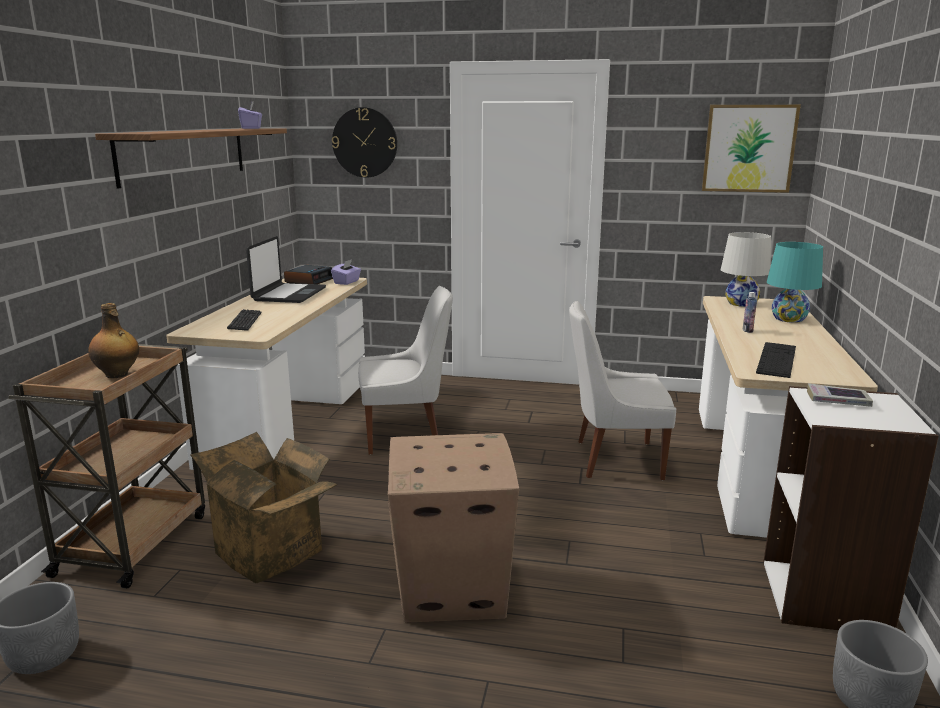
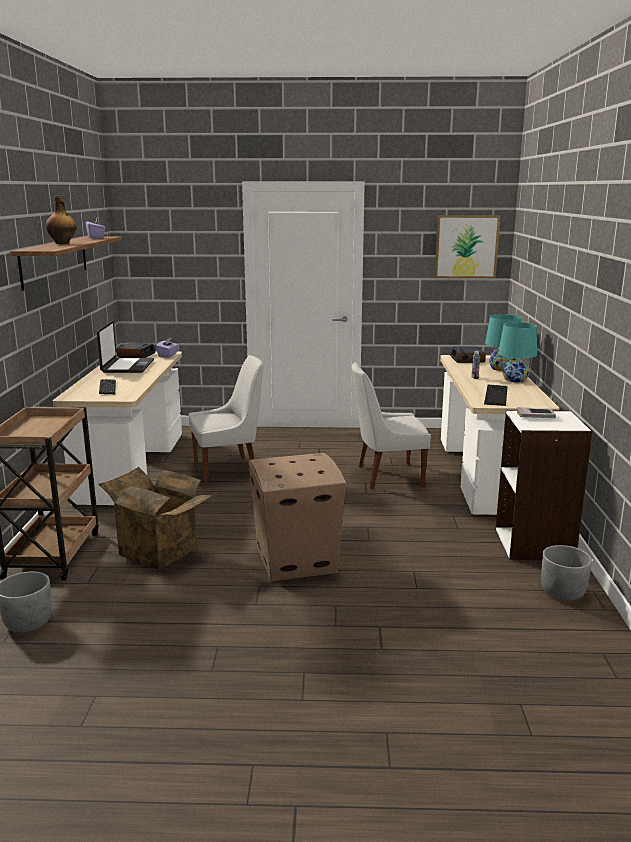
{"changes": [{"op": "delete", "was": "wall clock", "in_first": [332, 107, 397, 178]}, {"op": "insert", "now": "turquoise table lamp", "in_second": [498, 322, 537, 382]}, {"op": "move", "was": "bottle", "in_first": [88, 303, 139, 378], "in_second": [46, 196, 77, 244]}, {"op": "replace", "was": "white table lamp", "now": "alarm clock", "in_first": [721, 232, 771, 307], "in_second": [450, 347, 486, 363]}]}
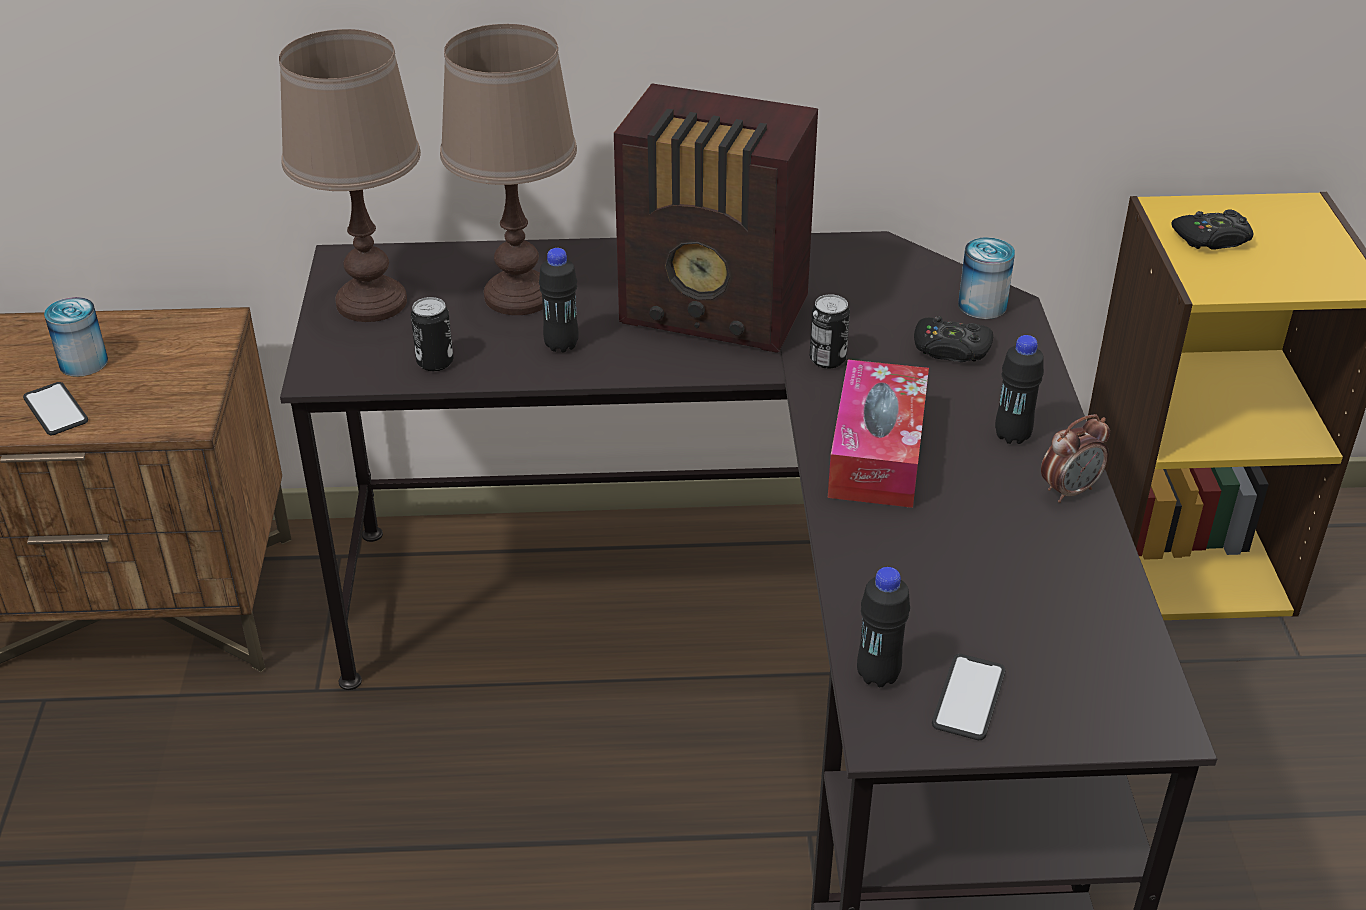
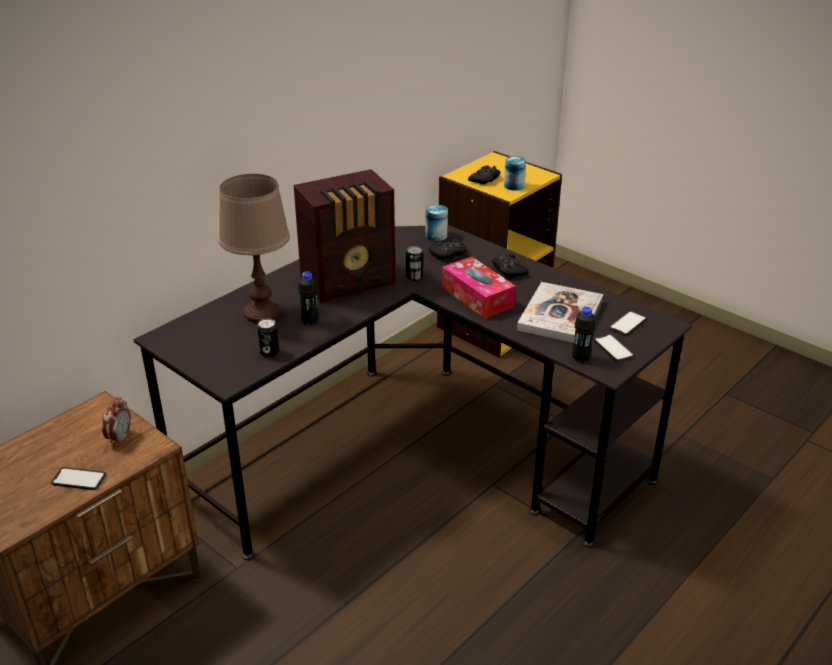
{"changes": [{"op": "delete", "was": "brown table lamp", "in_first": [279, 29, 421, 322]}, {"op": "insert", "now": "book", "in_second": [517, 282, 603, 343]}, {"op": "insert", "now": "phone", "in_second": [609, 311, 647, 336]}, {"op": "move", "was": "can", "in_first": [44, 297, 108, 377], "in_second": [504, 156, 526, 191]}, {"op": "move", "was": "alarm clock", "in_first": [1041, 414, 1110, 503], "in_second": [102, 397, 131, 446]}, {"op": "replace", "was": "black bottle", "now": "black game controller", "in_first": [995, 335, 1044, 444], "in_second": [492, 253, 529, 278]}]}
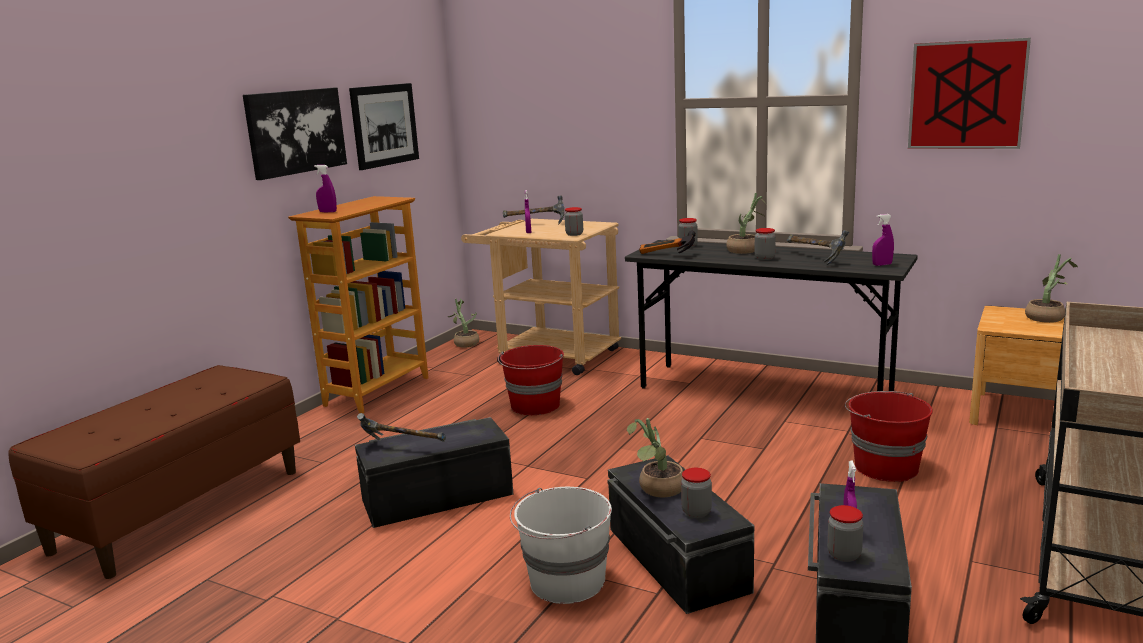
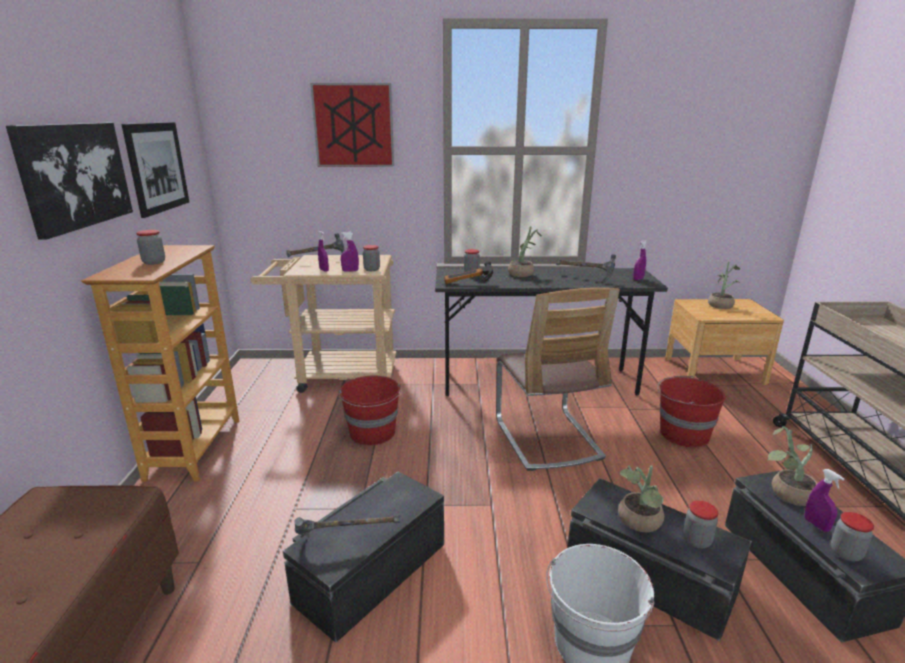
{"changes": [{"op": "insert", "now": "chair", "in_second": [496, 288, 620, 471]}, {"op": "move", "was": "purple spray bottle", "in_first": [314, 165, 337, 212], "in_second": [341, 232, 359, 272]}, {"op": "move", "was": "potted plant", "in_first": [448, 299, 479, 348], "in_second": [767, 426, 818, 506]}, {"op": "move", "was": "jar", "in_first": [755, 228, 776, 260], "in_second": [136, 230, 165, 265]}, {"op": "move", "was": "picture", "in_first": [908, 38, 1031, 149], "in_second": [310, 83, 394, 167]}]}
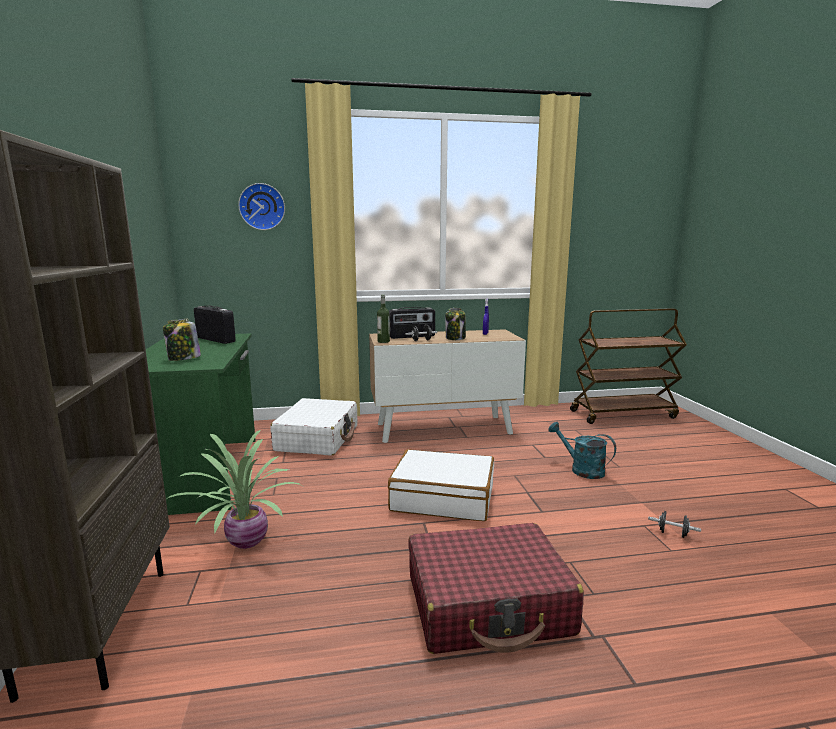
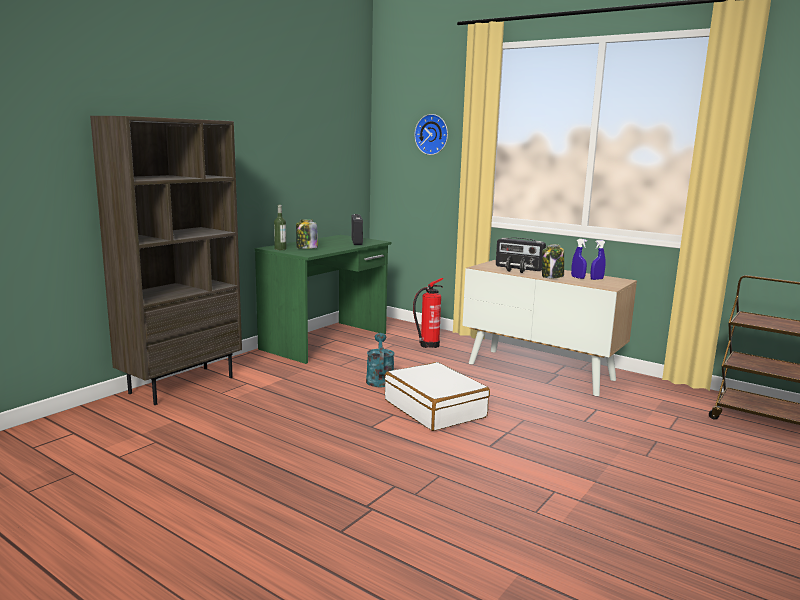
{"changes": [{"op": "delete", "was": "potted plant", "in_first": [166, 430, 303, 549]}, {"op": "delete", "was": "red suitcase", "in_first": [408, 523, 584, 654]}, {"op": "delete", "was": "black dumbbell", "in_first": [648, 511, 701, 538]}, {"op": "insert", "now": "blue spray bottle", "in_second": [571, 239, 587, 279]}, {"op": "move", "was": "bottle", "in_first": [377, 295, 390, 343], "in_second": [274, 205, 286, 250]}, {"op": "move", "was": "turquoise watering can", "in_first": [548, 422, 616, 479], "in_second": [366, 333, 395, 387]}, {"op": "replace", "was": "white suitcase", "now": "fire extinguisher", "in_first": [271, 398, 357, 456], "in_second": [413, 278, 443, 348]}]}
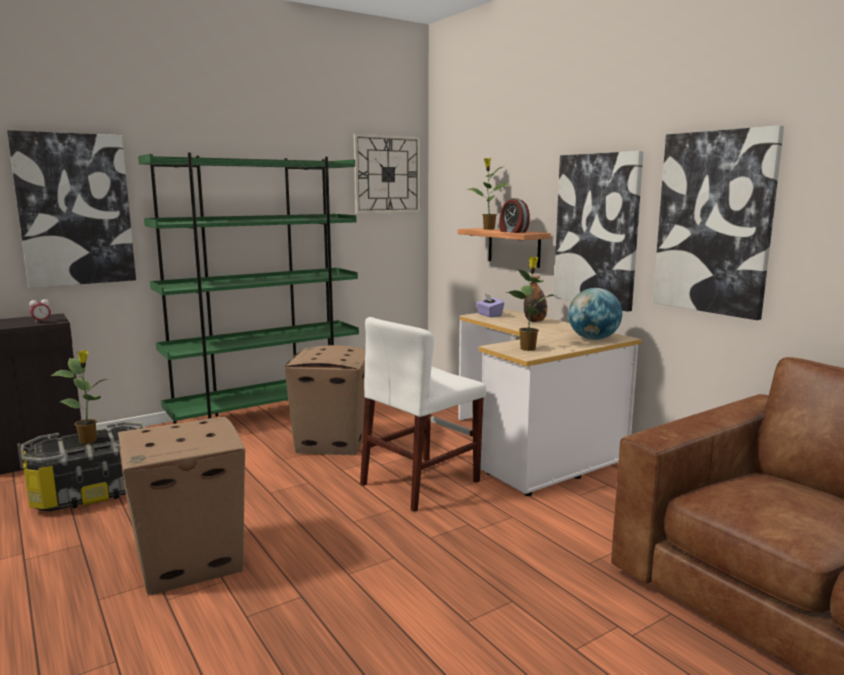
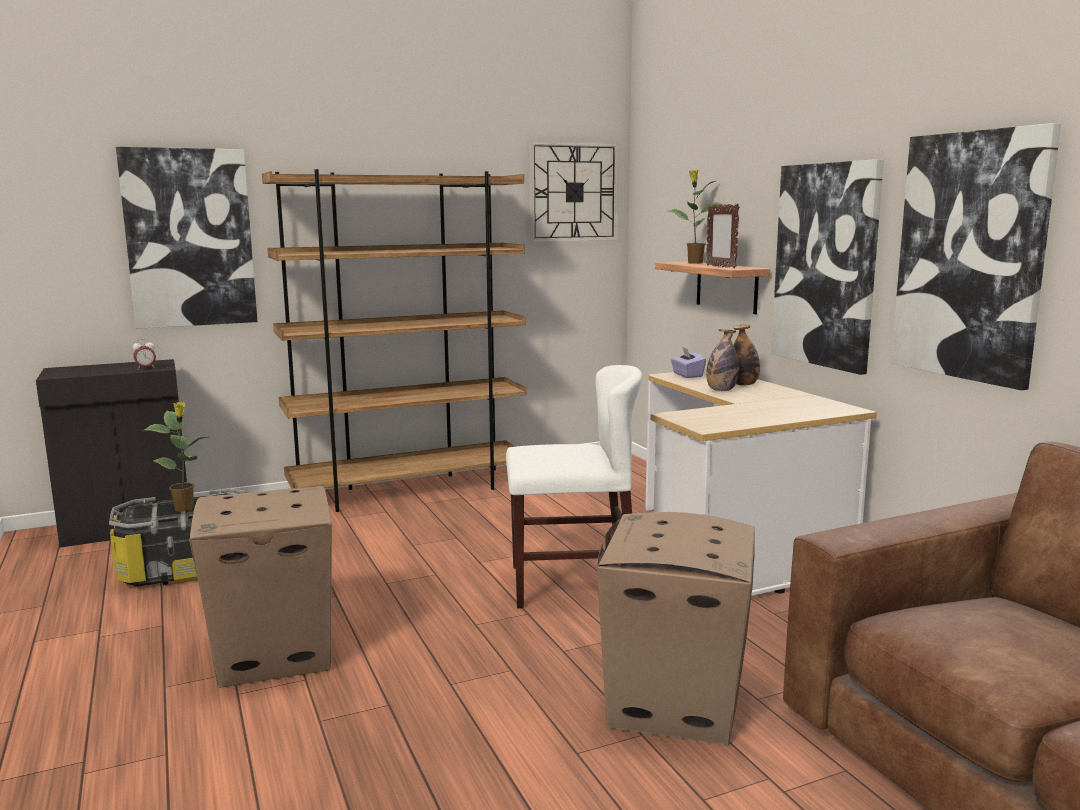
{"changes": [{"op": "delete", "was": "potted plant", "in_first": [506, 257, 556, 351]}, {"op": "delete", "was": "globe", "in_first": [568, 288, 622, 340]}, {"op": "insert", "now": "bottle", "in_second": [706, 329, 739, 391]}, {"op": "move", "was": "cardboard box", "in_first": [285, 345, 366, 455], "in_second": [597, 512, 755, 746]}, {"op": "replace", "was": "alarm clock", "now": "picture frame", "in_first": [499, 198, 530, 233], "in_second": [706, 204, 740, 268]}, {"op": "recolor", "was": "green bookcase", "now": "brown bookcase", "in_first": [138, 153, 359, 424], "in_second": [262, 169, 526, 512]}, {"op": "rotate", "was": "white chair", "in_first": [360, 317, 486, 512], "in_second": [506, 365, 642, 608], "clockwise": -150}]}
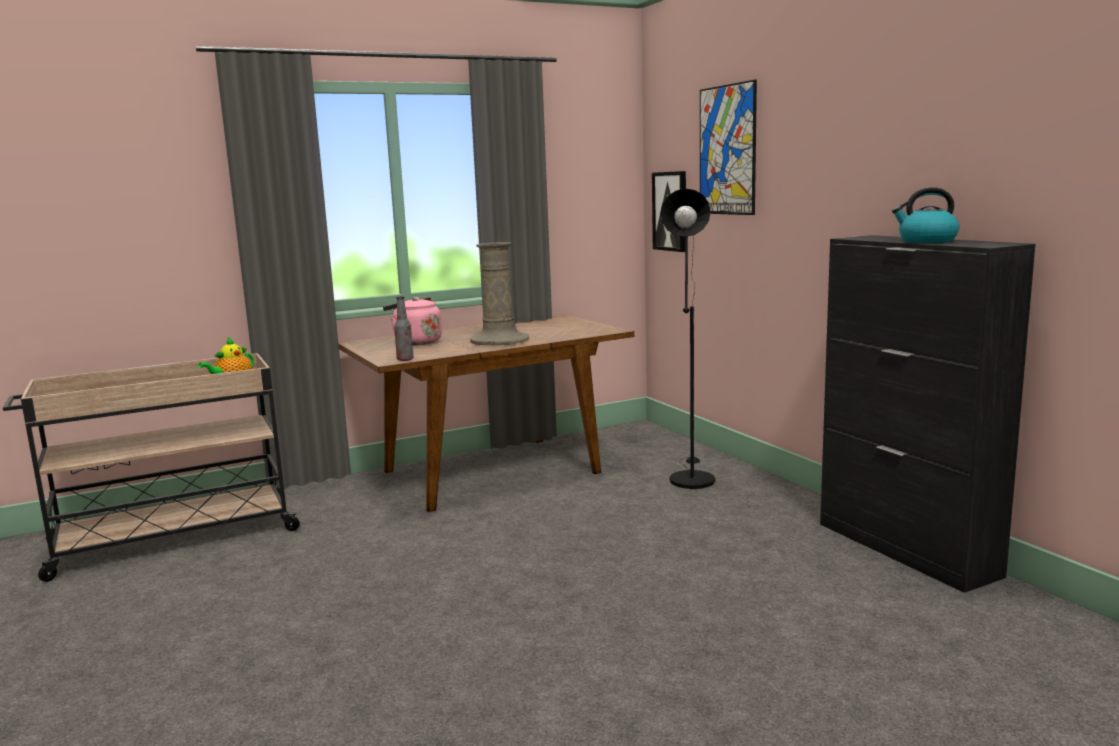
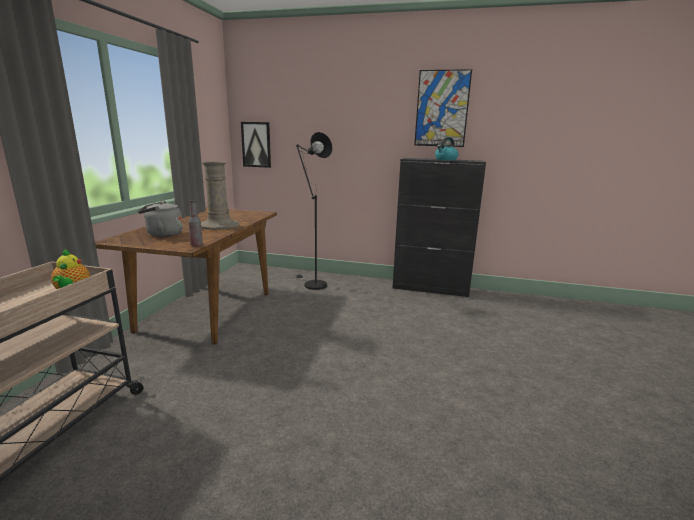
{"changes": [{"op": "move", "was": "picture", "in_first": [700, 80, 757, 215], "in_second": [414, 69, 472, 147]}, {"op": "recolor", "was": "pink kettle", "now": "grey kettle", "in_first": [383, 297, 442, 345], "in_second": [138, 201, 183, 237]}]}
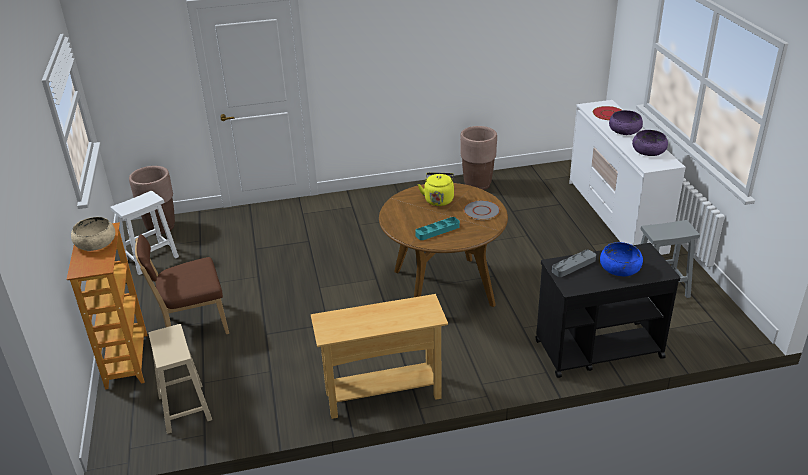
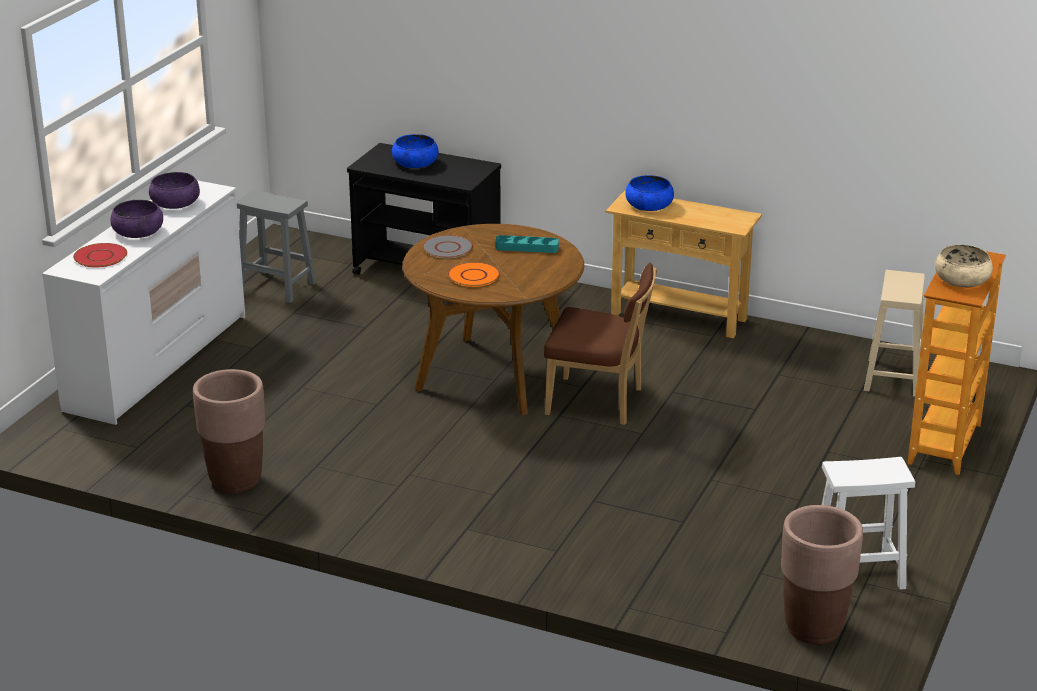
{"changes": [{"op": "delete", "was": "grey tray", "in_first": [552, 250, 596, 277]}, {"op": "insert", "now": "blue bowl", "in_second": [625, 175, 674, 211]}, {"op": "move", "was": "brown chair", "in_first": [135, 234, 229, 334], "in_second": [544, 263, 657, 425]}, {"op": "replace", "was": "yellow kettle", "now": "orange plate", "in_first": [418, 172, 454, 206], "in_second": [448, 262, 500, 287]}]}
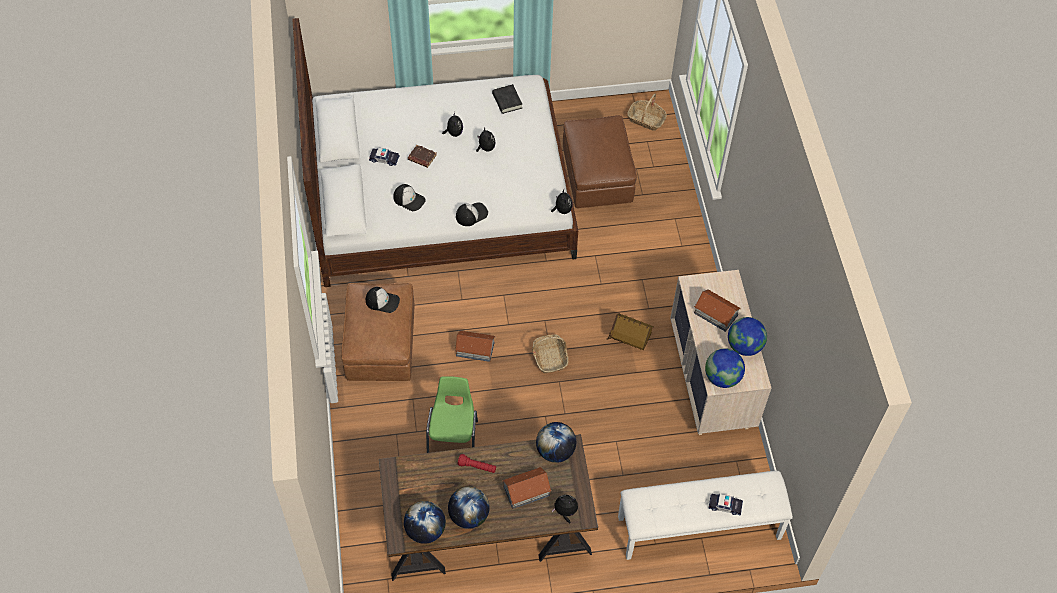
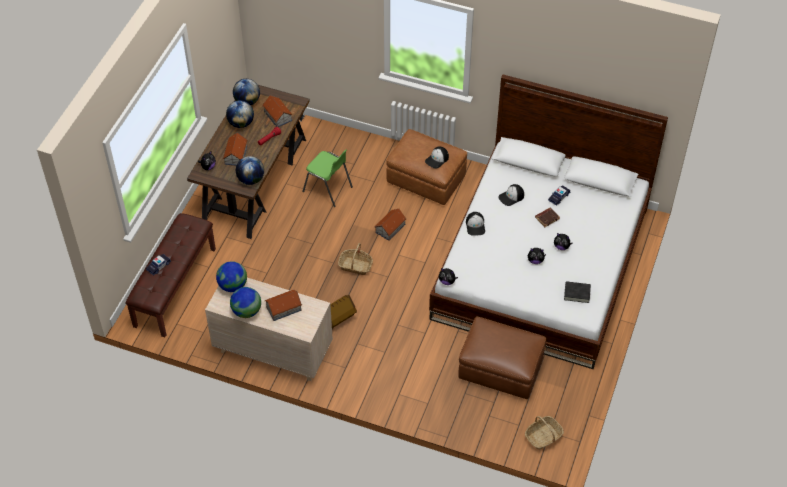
{"changes": [{"op": "insert", "now": "toy house", "in_second": [263, 95, 293, 127]}, {"op": "recolor", "was": "white bench", "now": "brown bench", "in_first": [618, 471, 793, 560], "in_second": [126, 213, 216, 337]}]}
